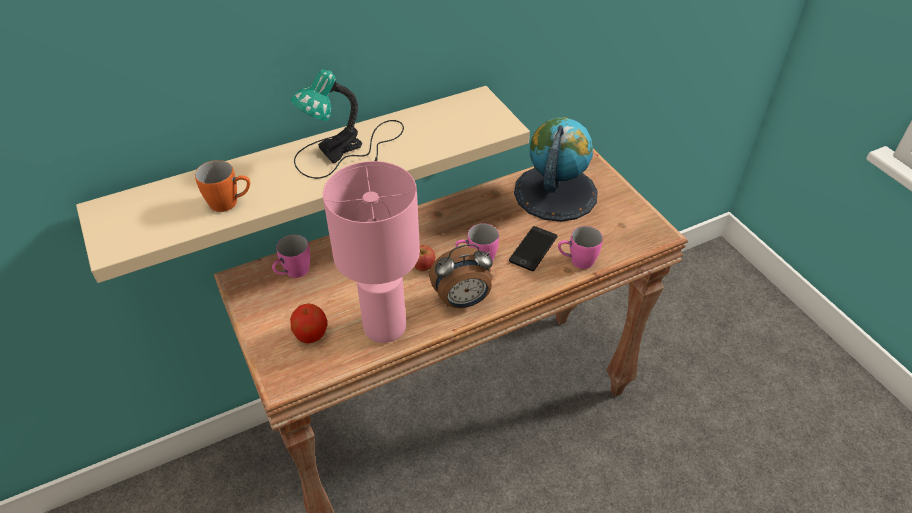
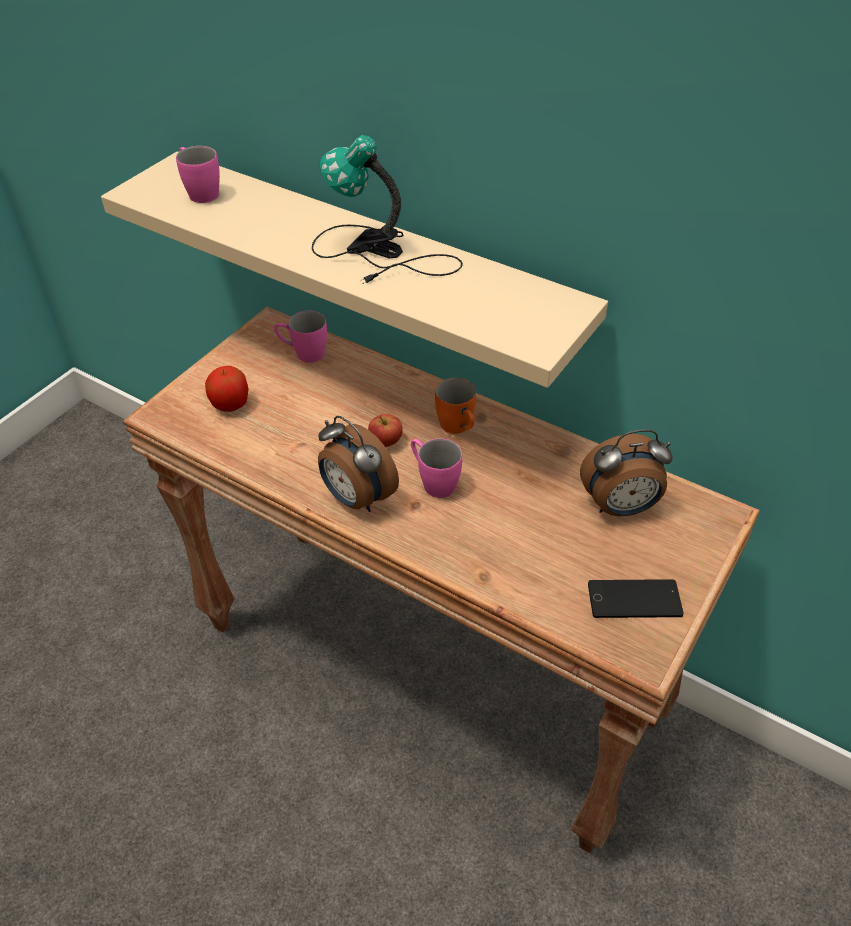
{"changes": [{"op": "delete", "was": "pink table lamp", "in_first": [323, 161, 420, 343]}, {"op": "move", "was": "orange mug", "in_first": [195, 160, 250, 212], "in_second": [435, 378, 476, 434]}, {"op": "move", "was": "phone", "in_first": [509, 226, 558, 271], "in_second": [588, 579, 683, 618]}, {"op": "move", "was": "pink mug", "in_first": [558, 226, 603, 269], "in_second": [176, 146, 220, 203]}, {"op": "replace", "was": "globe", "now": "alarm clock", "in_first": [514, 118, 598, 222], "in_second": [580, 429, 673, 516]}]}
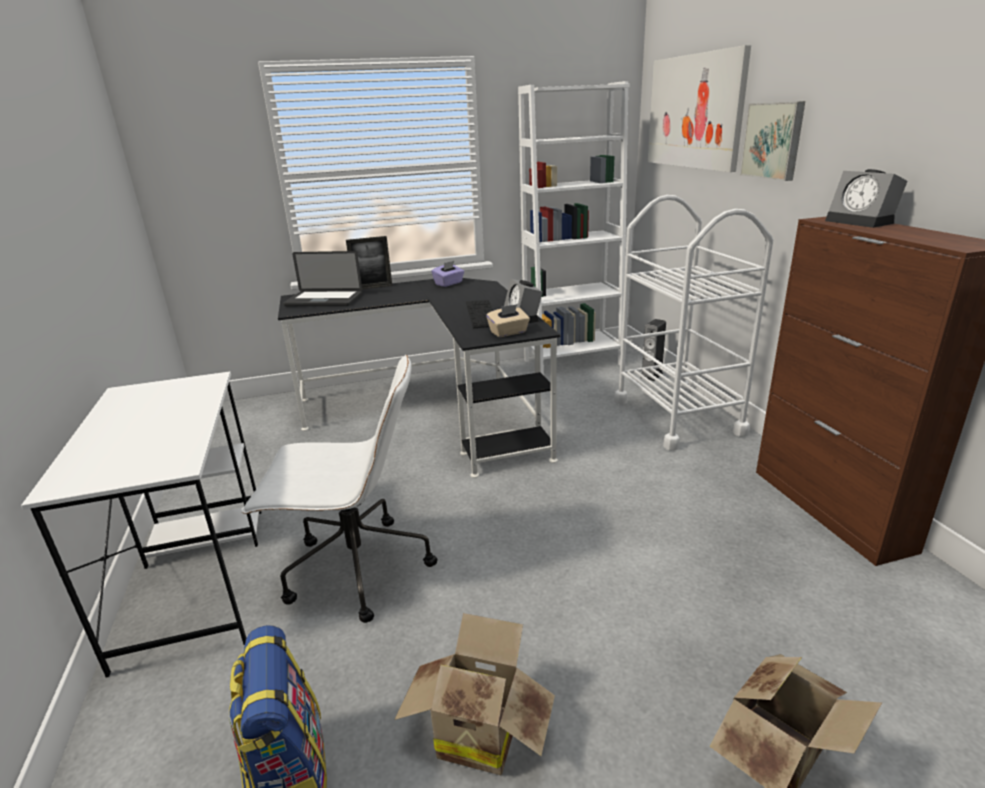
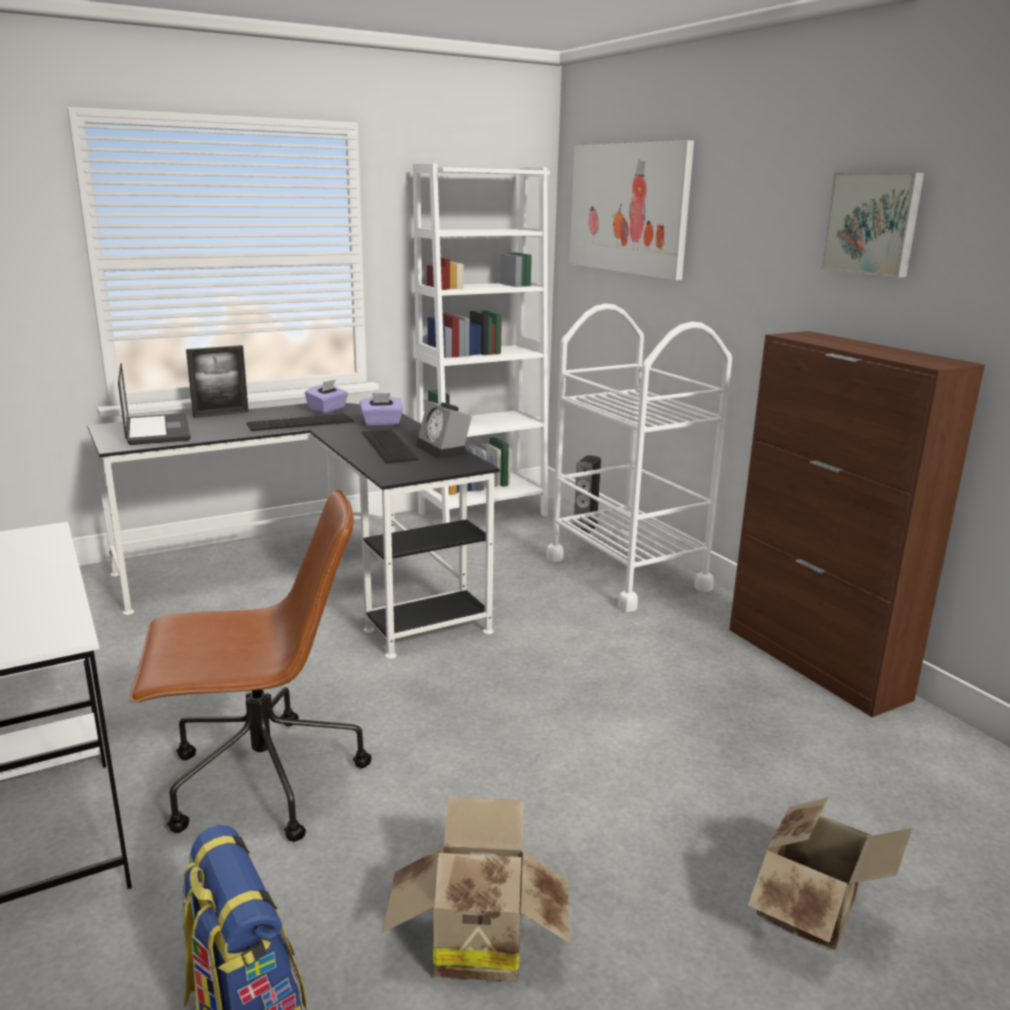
{"changes": [{"op": "delete", "was": "beige tissue box", "in_first": [486, 304, 530, 337]}, {"op": "delete", "was": "alarm clock", "in_first": [825, 169, 908, 228]}, {"op": "insert", "now": "keyboard", "in_second": [247, 413, 354, 431]}, {"op": "insert", "now": "purple tissue box", "in_second": [360, 393, 403, 426]}, {"op": "move", "was": "picture", "in_first": [740, 101, 805, 181], "in_second": [821, 172, 924, 278]}, {"op": "recolor", "was": "white office chair", "now": "brown office chair", "in_first": [242, 355, 437, 623], "in_second": [129, 489, 372, 842]}, {"op": "rotate", "was": "laptop", "in_first": [283, 251, 362, 306], "in_second": [118, 363, 191, 445], "clockwise": -105}]}
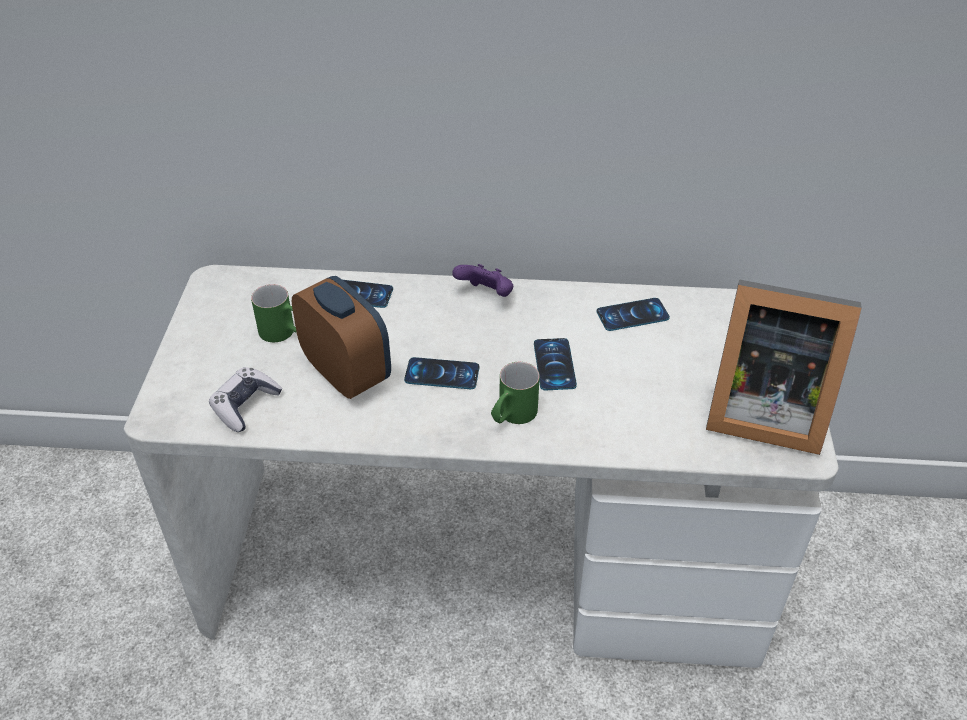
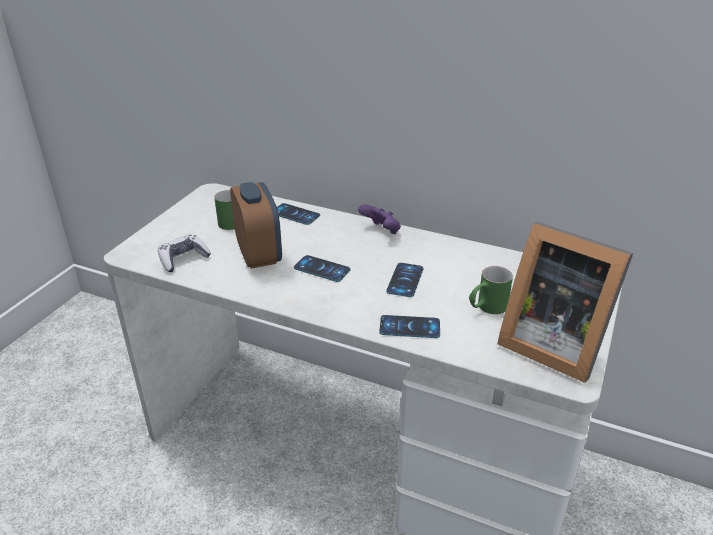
{"changes": [{"op": "move", "was": "green mug", "in_first": [491, 362, 540, 424], "in_second": [469, 266, 513, 314]}, {"op": "move", "was": "phone", "in_first": [597, 298, 670, 331], "in_second": [379, 315, 440, 338]}]}
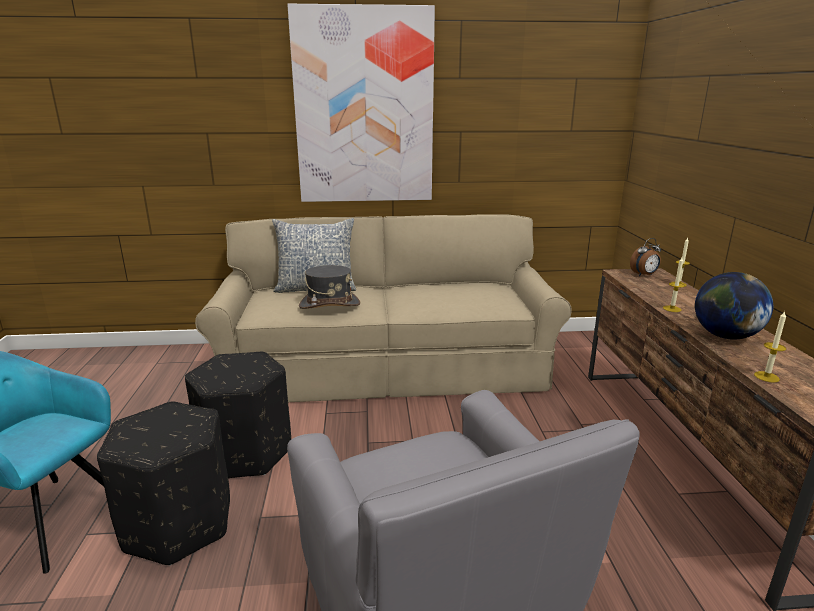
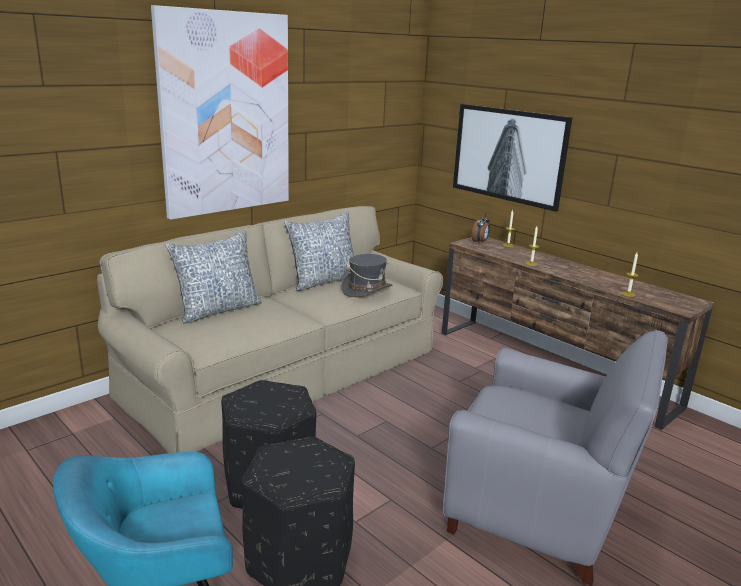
{"changes": [{"op": "delete", "was": "globe", "in_first": [695, 272, 773, 339]}, {"op": "insert", "now": "pillow", "in_second": [284, 212, 354, 291]}, {"op": "insert", "now": "picture", "in_second": [453, 104, 572, 212]}, {"op": "move", "was": "grey hat", "in_first": [299, 265, 360, 309], "in_second": [342, 254, 392, 297]}]}
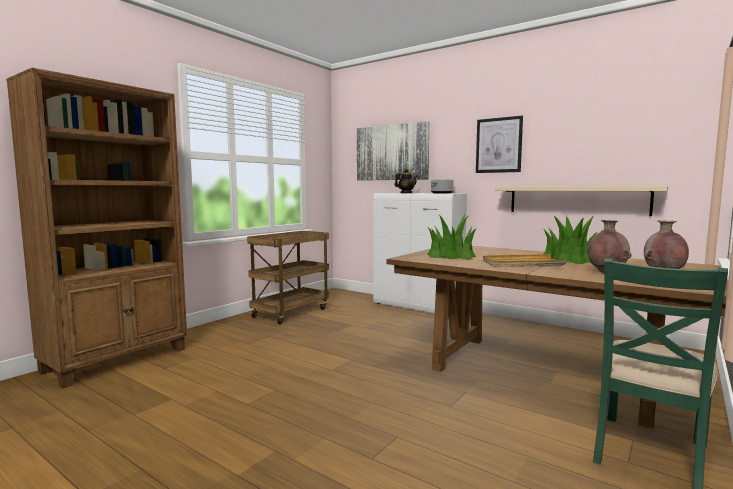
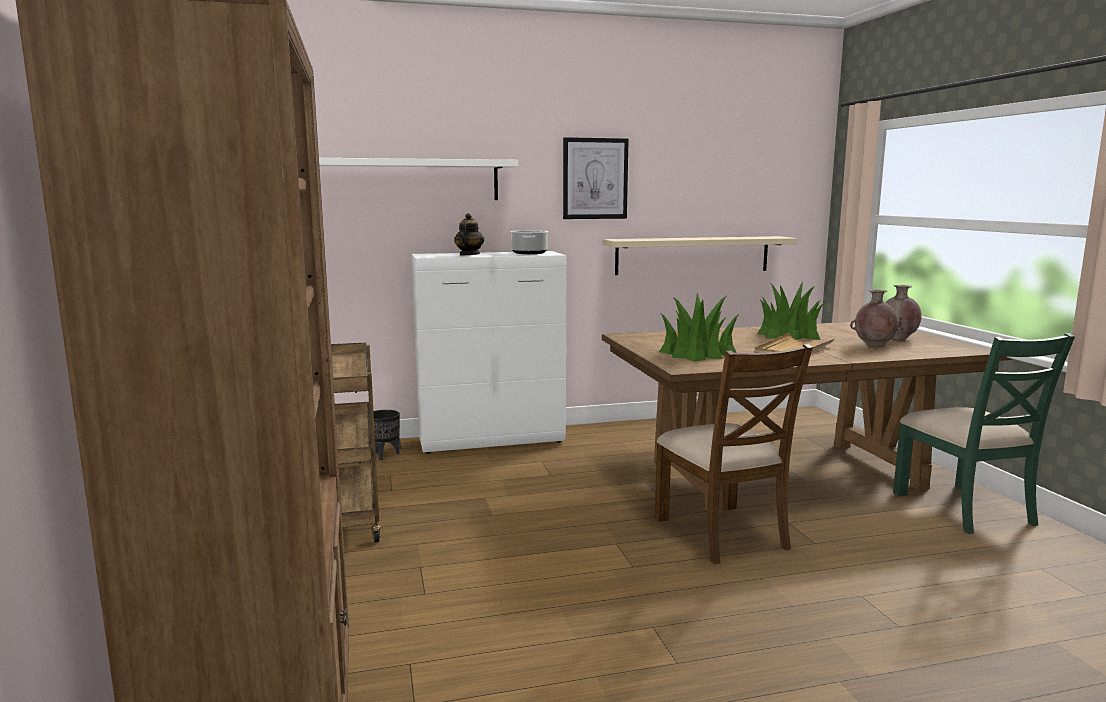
{"changes": [{"op": "insert", "now": "black planter", "in_second": [373, 410, 400, 461]}, {"op": "insert", "now": "brown chair", "in_second": [655, 344, 813, 564]}, {"op": "replace", "was": "picture", "now": "white shelf", "in_first": [357, 121, 429, 181], "in_second": [319, 158, 519, 200]}]}
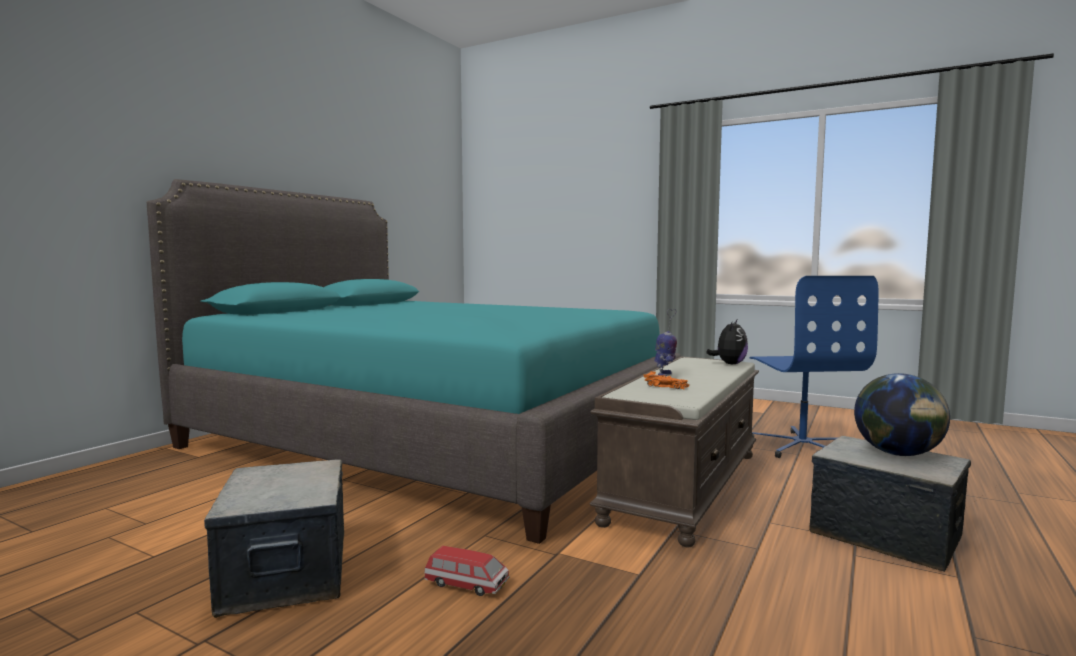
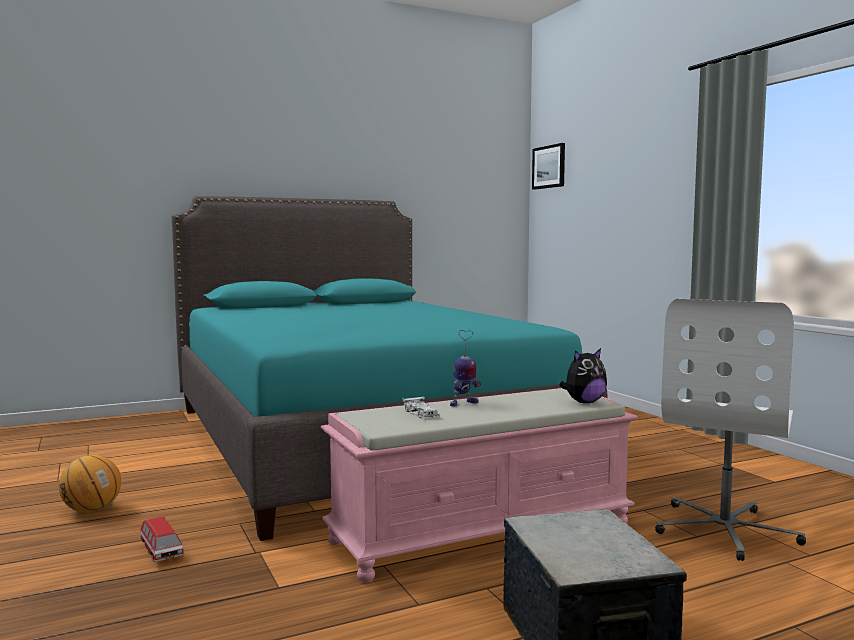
{"changes": [{"op": "delete", "was": "globe", "in_first": [854, 373, 950, 456]}, {"op": "insert", "now": "picture", "in_second": [532, 143, 565, 190]}, {"op": "replace", "was": "storage box", "now": "basketball", "in_first": [204, 459, 344, 618], "in_second": [59, 455, 121, 513]}, {"op": "recolor", "was": "brown bench", "now": "pink bench", "in_first": [590, 356, 759, 547], "in_second": [321, 388, 638, 583]}, {"op": "recolor", "was": "orange toy car", "now": "white toy car", "in_first": [643, 371, 689, 390], "in_second": [403, 396, 440, 419]}, {"op": "recolor", "was": "blue office chair", "now": "white office chair", "in_first": [750, 276, 879, 458], "in_second": [655, 299, 806, 561]}]}
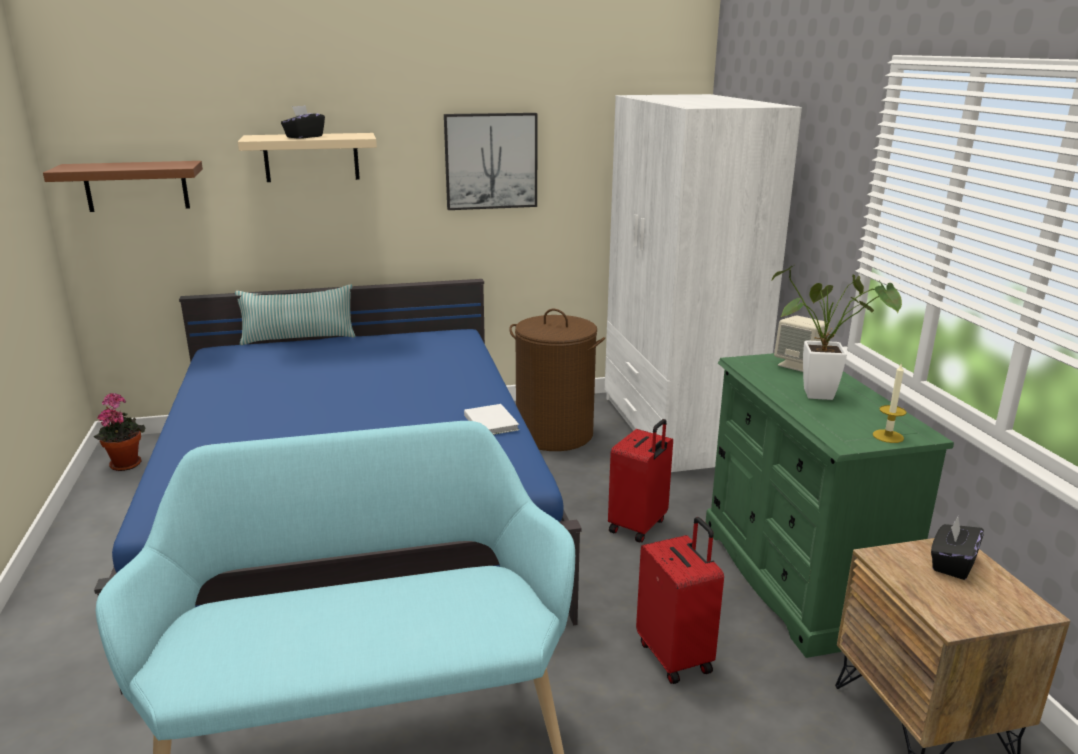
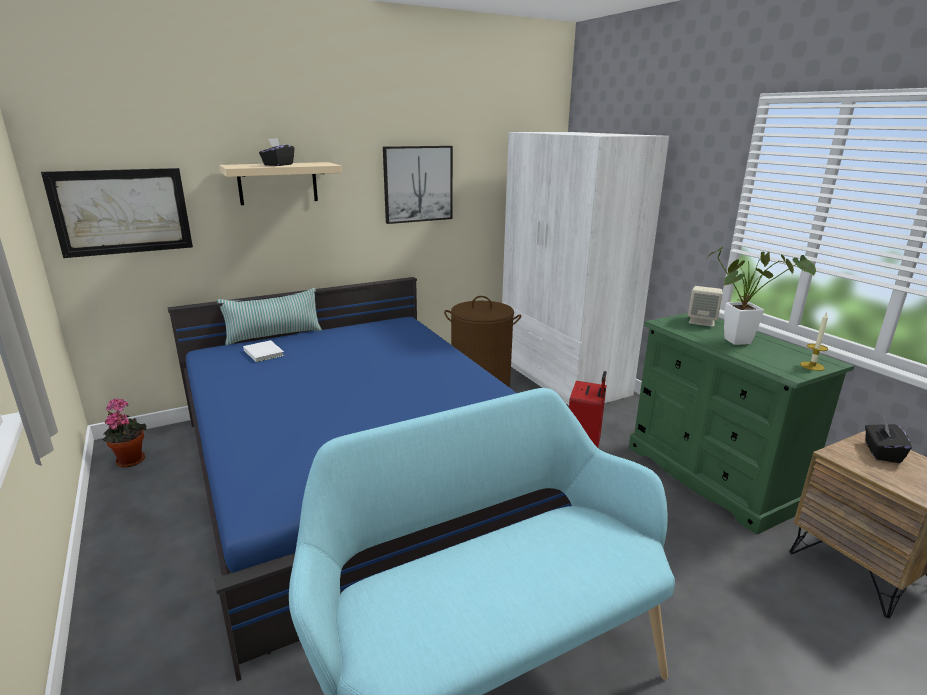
{"changes": [{"op": "delete", "was": "red suitcase", "in_first": [636, 517, 724, 684]}, {"op": "move", "was": "white book", "in_first": [464, 404, 519, 435], "in_second": [243, 340, 284, 362]}, {"op": "replace", "was": "brown shelf", "now": "picture", "in_first": [43, 161, 203, 212], "in_second": [41, 168, 193, 258]}]}
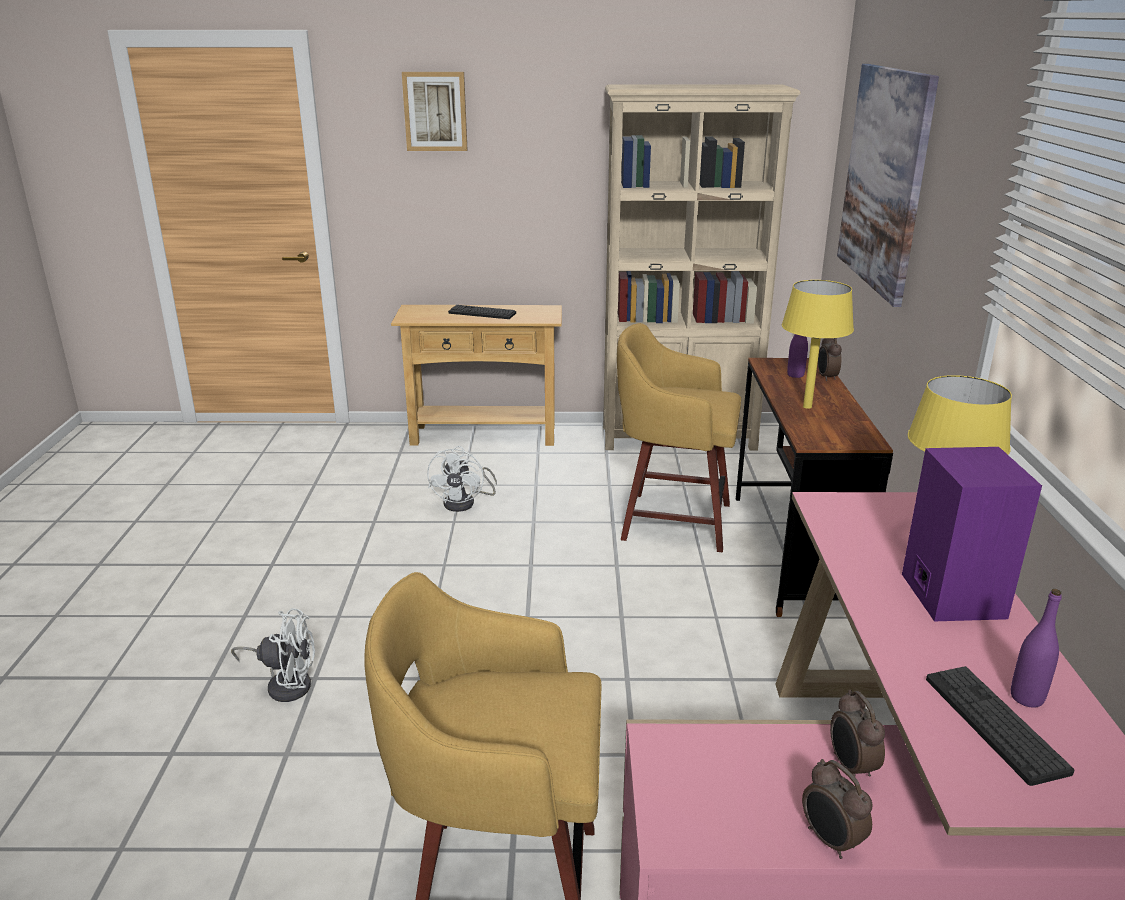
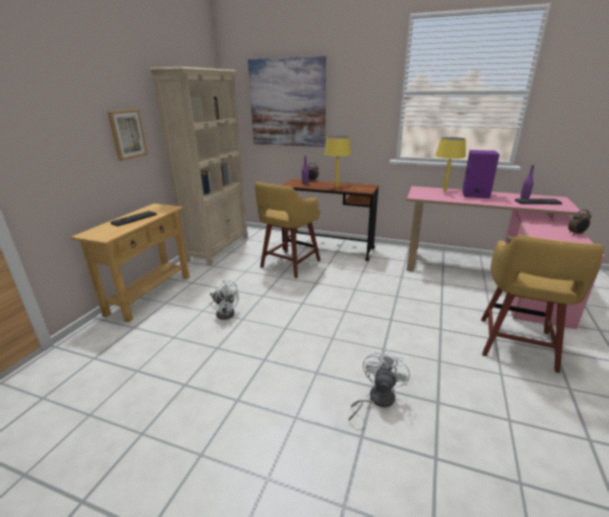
{"changes": [{"op": "delete", "was": "alarm clock", "in_first": [830, 690, 885, 777]}, {"op": "move", "was": "picture", "in_first": [402, 72, 468, 151], "in_second": [108, 109, 148, 161]}]}
